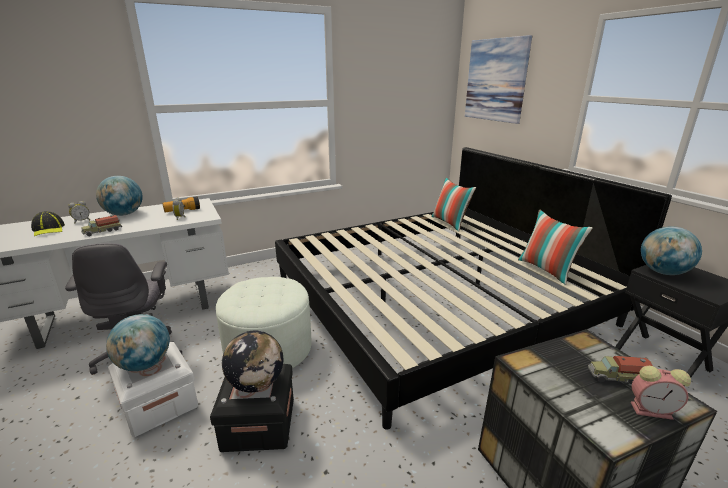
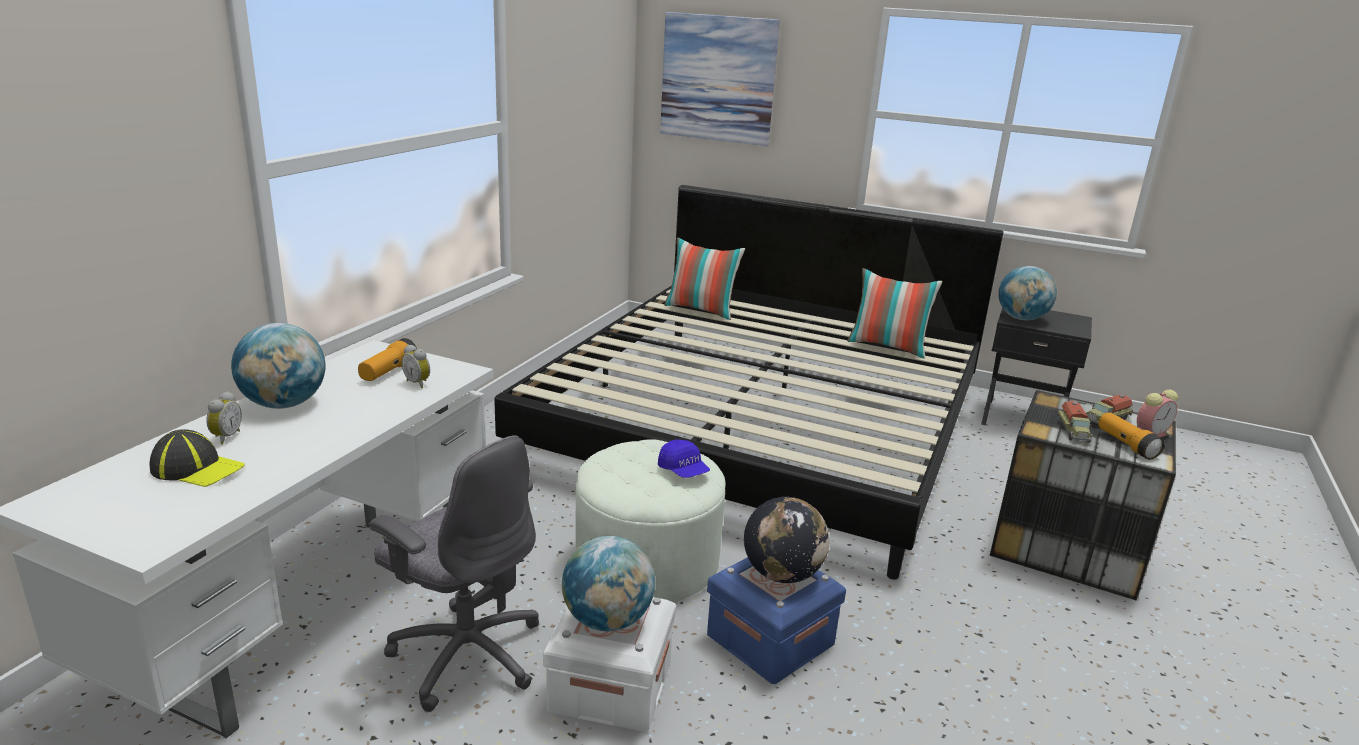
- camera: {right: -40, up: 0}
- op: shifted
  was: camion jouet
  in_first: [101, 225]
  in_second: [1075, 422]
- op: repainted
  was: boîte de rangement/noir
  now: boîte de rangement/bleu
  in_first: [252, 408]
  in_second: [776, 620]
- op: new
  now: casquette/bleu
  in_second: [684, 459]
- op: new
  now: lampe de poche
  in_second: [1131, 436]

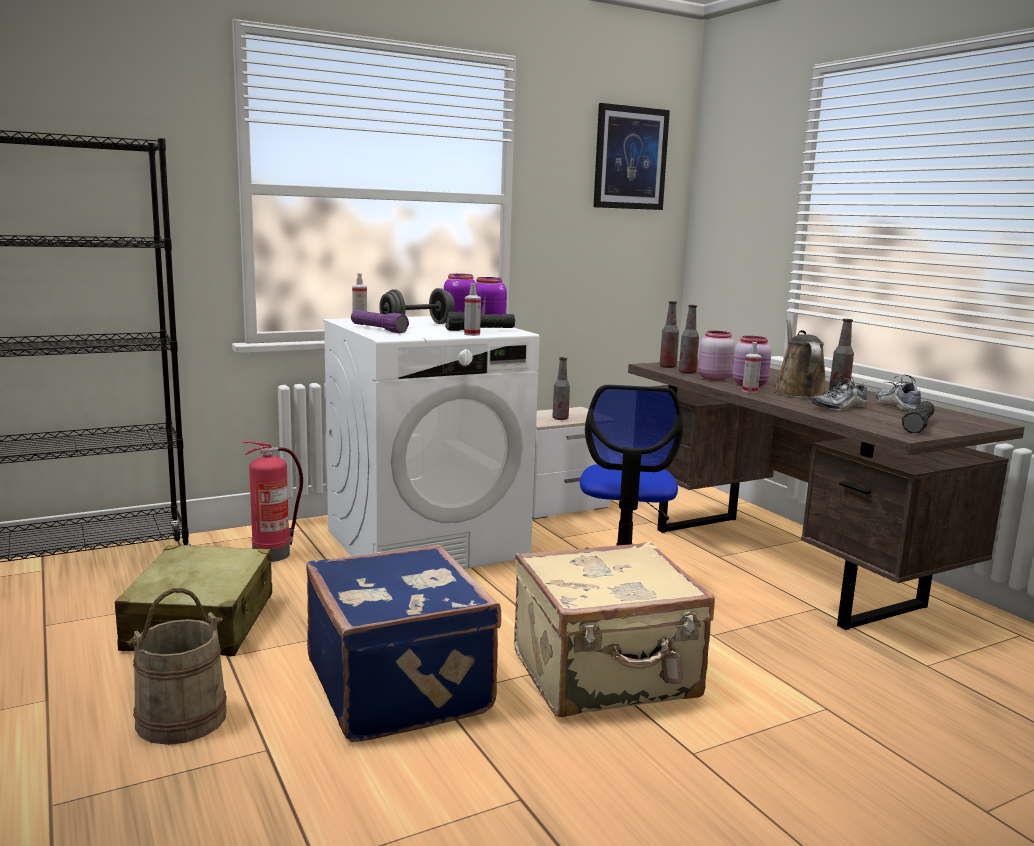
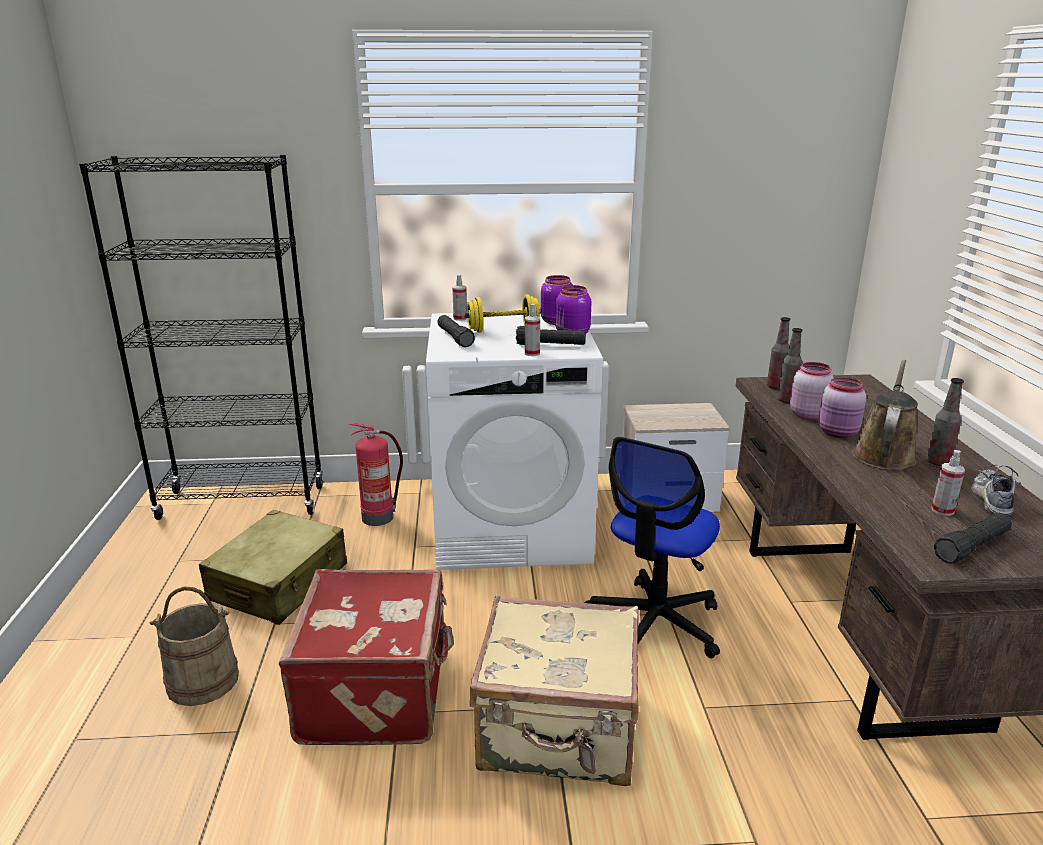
- camera: {right: 25, up: 10}
- op: repainted
  was: valise/bleu
  now: valise/rouge
  in_first: [403, 643]
  in_second: [366, 657]
- op: repainted
  was: lampe de poche/violet
  now: lampe de poche/noir
  in_first: [380, 321]
  in_second: [456, 331]
- op: repainted
  was: haltère/gris
  now: haltère/jaune
  in_first: [417, 306]
  in_second: [502, 313]
- op: gone
  was: bouteille
  in_first: [561, 388]
- op: gone
  was: tableau
  in_first: [632, 156]
- op: shifted
  was: vaporisateur
  in_first: [752, 367]
  in_second: [948, 483]
- op: gone
  was: chaussure
  in_first: [839, 393]

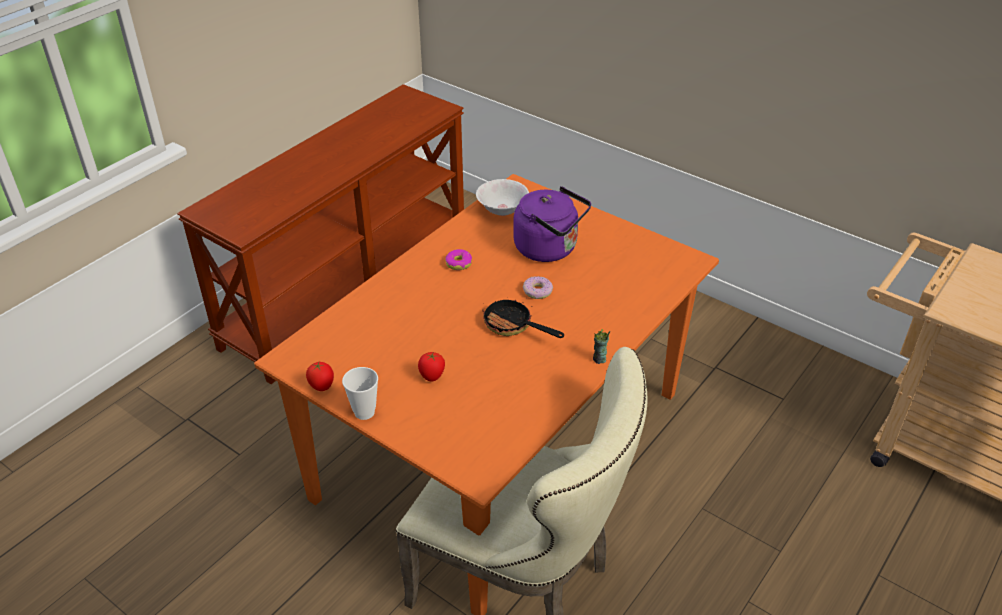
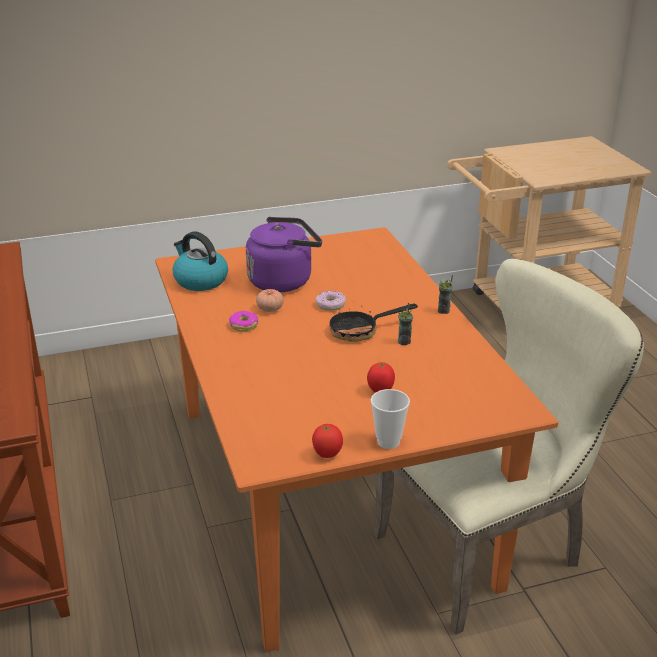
- camera: {right: -55, up: -10}
- op: swapped
  was: bol/blanc
  now: bouilloire
  in_first: [502, 197]
  in_second: [200, 261]
- op: new
  now: tomate
  in_second: [270, 300]
- op: new
  now: tasse
  in_second: [405, 324]

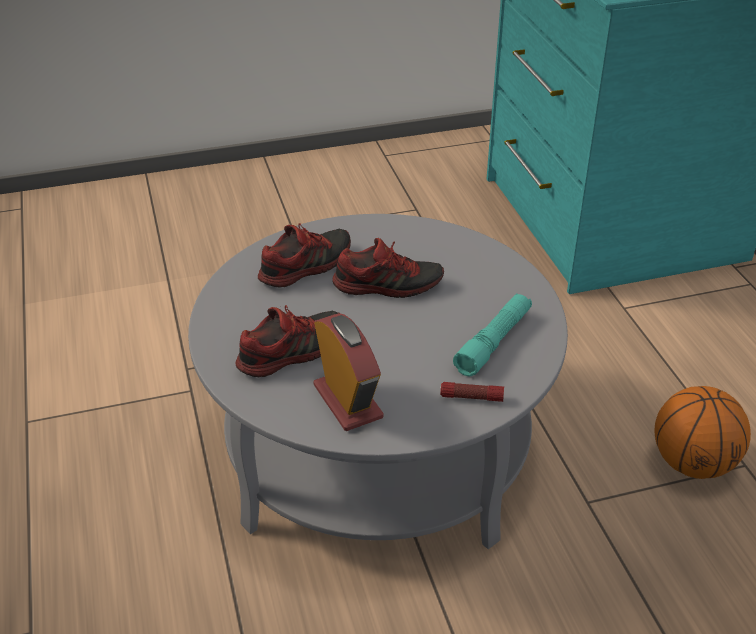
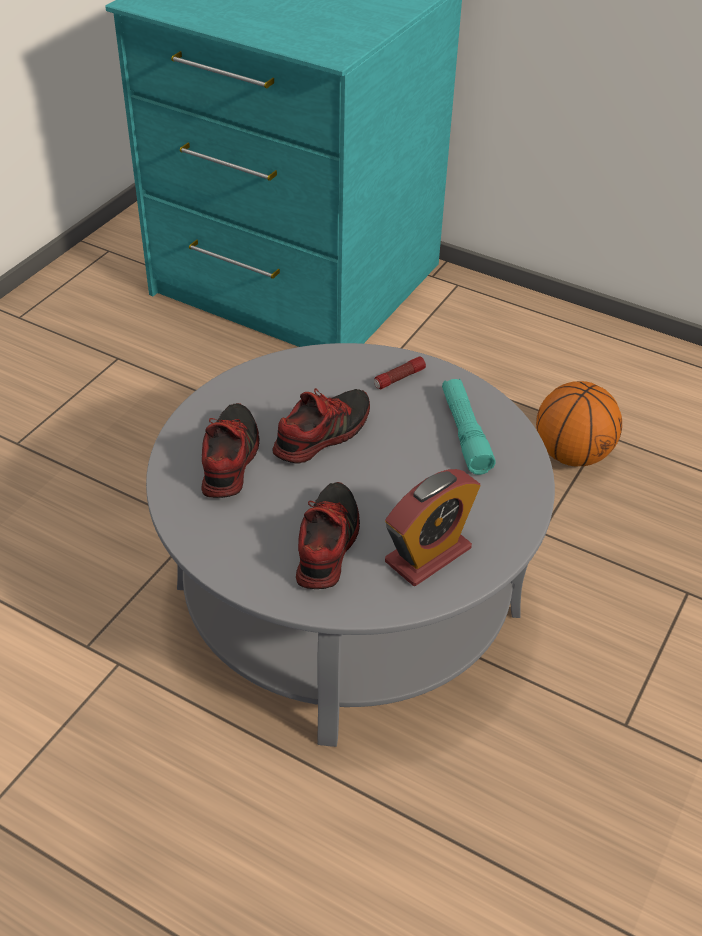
- camera: {right: -45, up: 5}
- op: rotated
  was: réveil
  in_first: [348, 372]
  in_second: [432, 527]
  clockwise: 120
- op: shifted
  was: lampe de poche
  in_first: [472, 392]
  in_second: [400, 372]

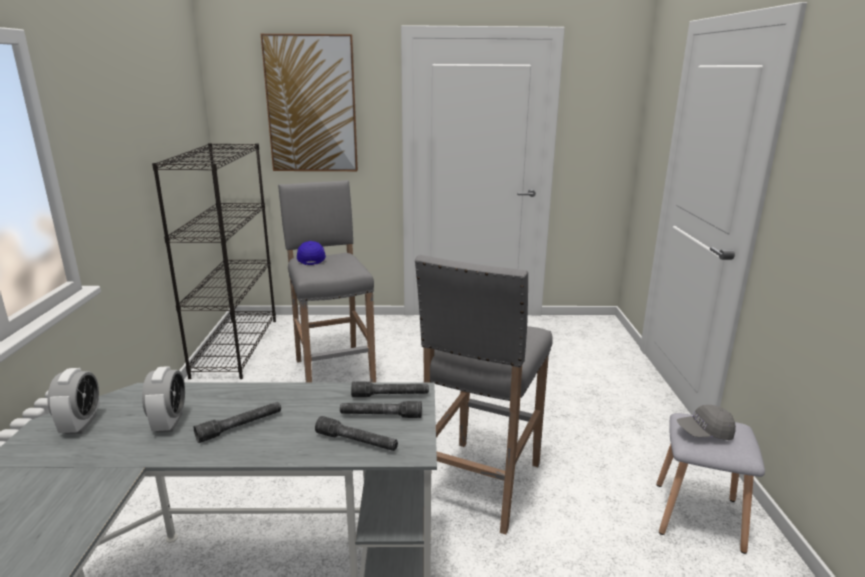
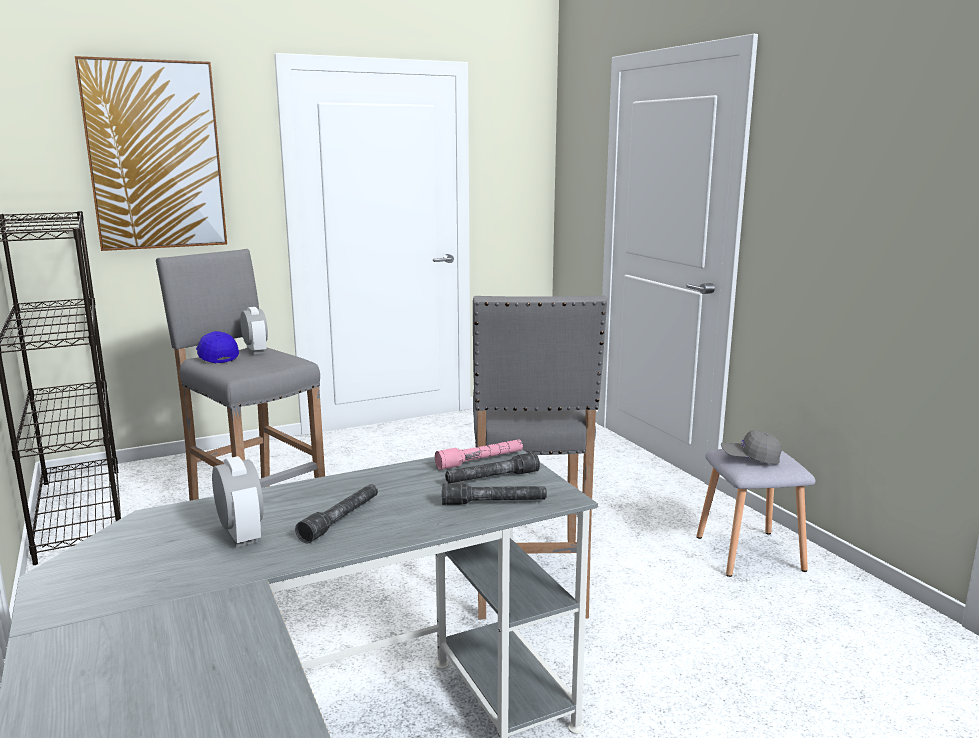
- camera: {right: -25, up: -5}
- op: shifted
  was: réveil
  in_first: [73, 401]
  in_second: [254, 330]
- op: repainted
  was: lampe de poche/gris
  now: lampe de poche/rose
  in_first: [390, 389]
  in_second: [479, 454]
- op: rotated
  was: casquette/gris
  in_first: [706, 422]
  in_second: [751, 447]
  clockwise: 45

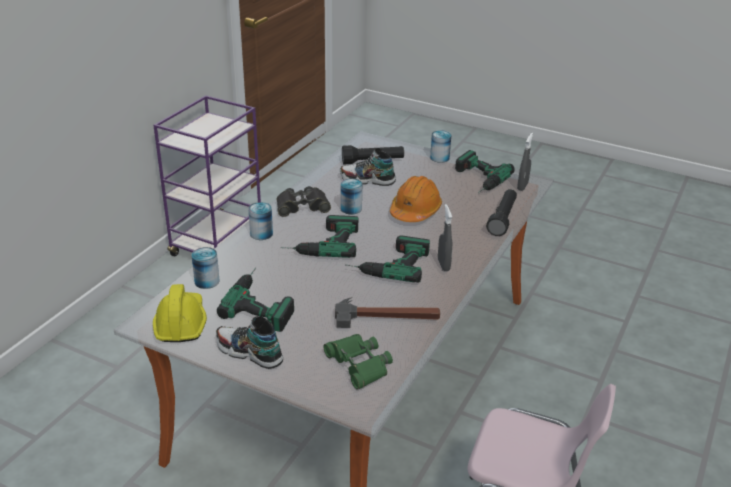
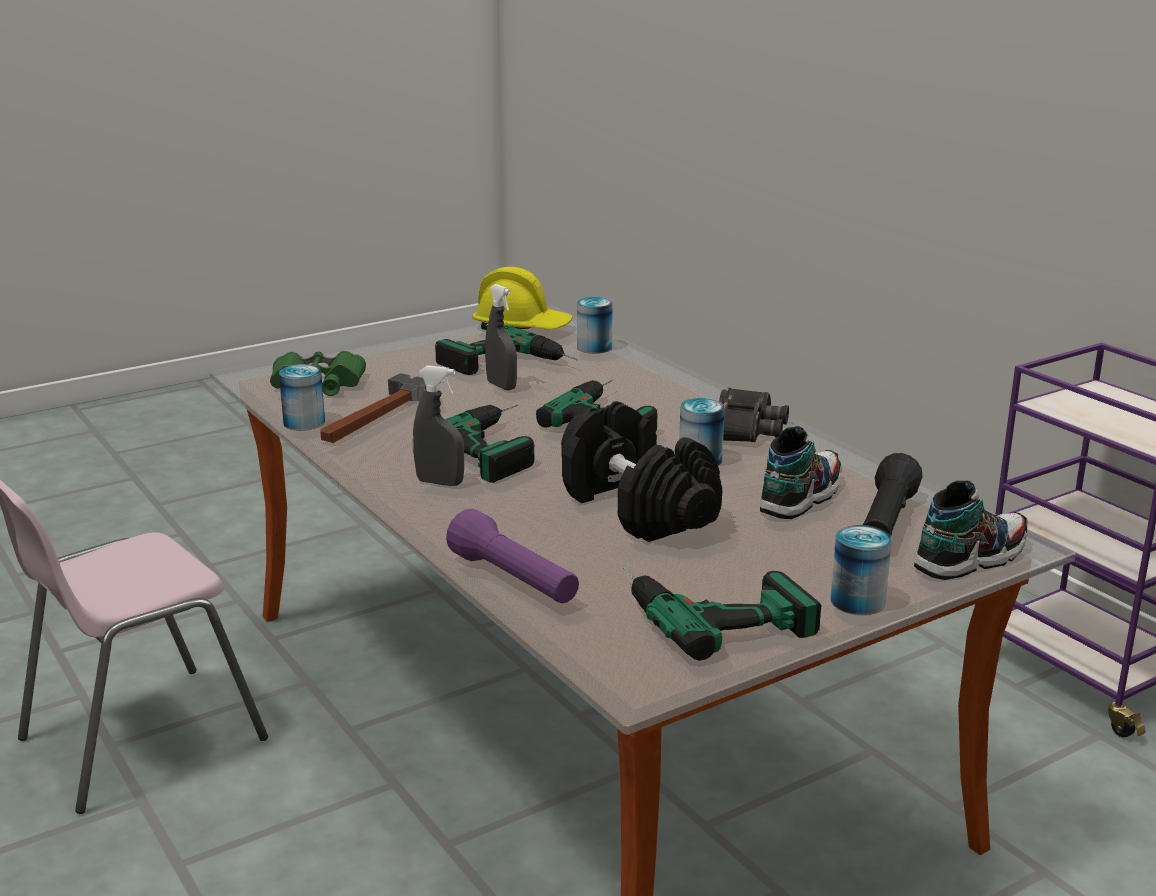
- camera: {right: 120, up: -10}
- op: shifted
  was: chaussure
  in_first: [249, 342]
  in_second: [971, 530]
- op: shifted
  was: boîte métallique
  in_first: [260, 221]
  in_second: [302, 397]
- op: swapped
  was: casque de chantier/orange
  now: haltère/noir
  in_first: [416, 199]
  in_second: [641, 471]
- op: repainted
  was: lampe de poche/noir
  now: lampe de poche/violet
  in_first: [501, 212]
  in_second: [512, 555]
- op: shifted
  was: vaporisateur/gris
  in_first: [525, 162]
  in_second: [501, 337]

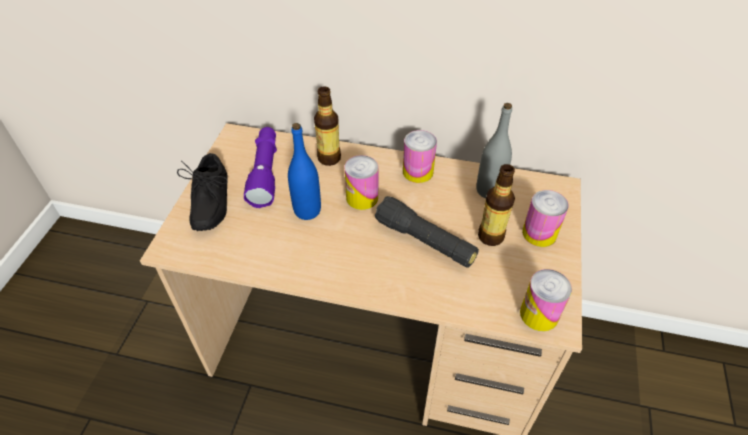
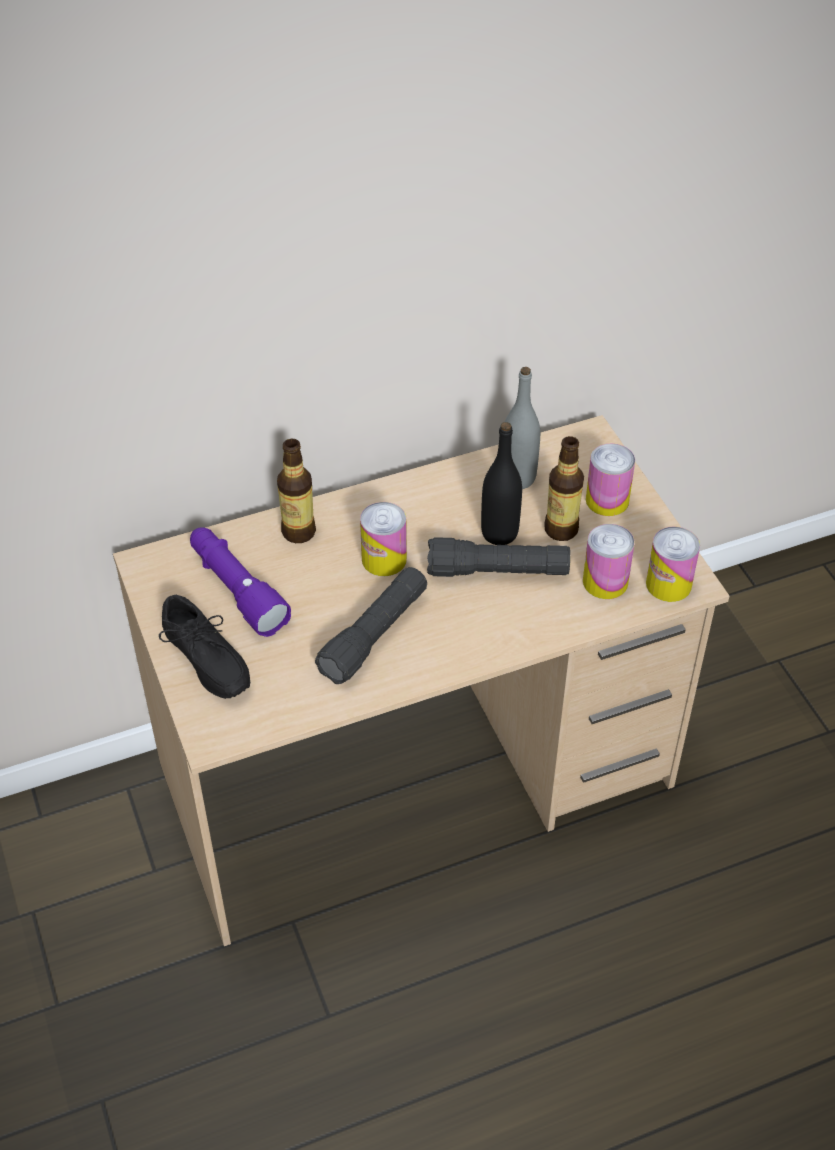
- camera: {right: -35, up: 0}
- op: gone
  was: bouteille/bleu
  in_first: [304, 171]
- op: shifted
  was: boîte métallique
  in_first: [420, 156]
  in_second: [609, 561]
- op: new
  now: lampe de poche/noir
  in_second: [371, 625]
- op: new
  now: bouteille/noir
  in_second: [501, 483]

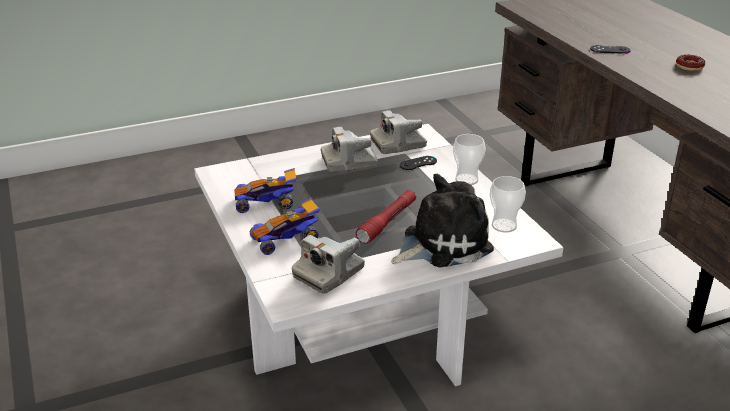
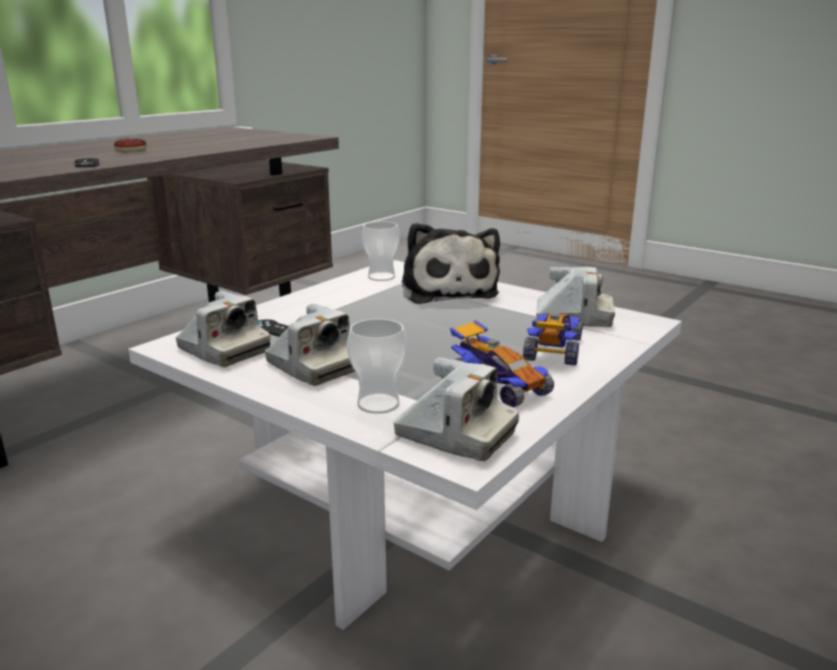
- camera: {right: -120, up: -10}
- op: rotated
  was: petite voiture
  in_first: [285, 226]
  in_second: [553, 339]
  clockwise: -105
- op: gone
  was: lampe de poche/rouge
  in_first: [386, 217]
- op: rotated
  was: peluche
  in_first: [442, 220]
  in_second: [450, 263]
  clockwise: -135
- op: shifted
  was: tasse
  in_first: [469, 159]
  in_second: [377, 366]
- op: new
  now: appareil photo
  in_second: [456, 409]

